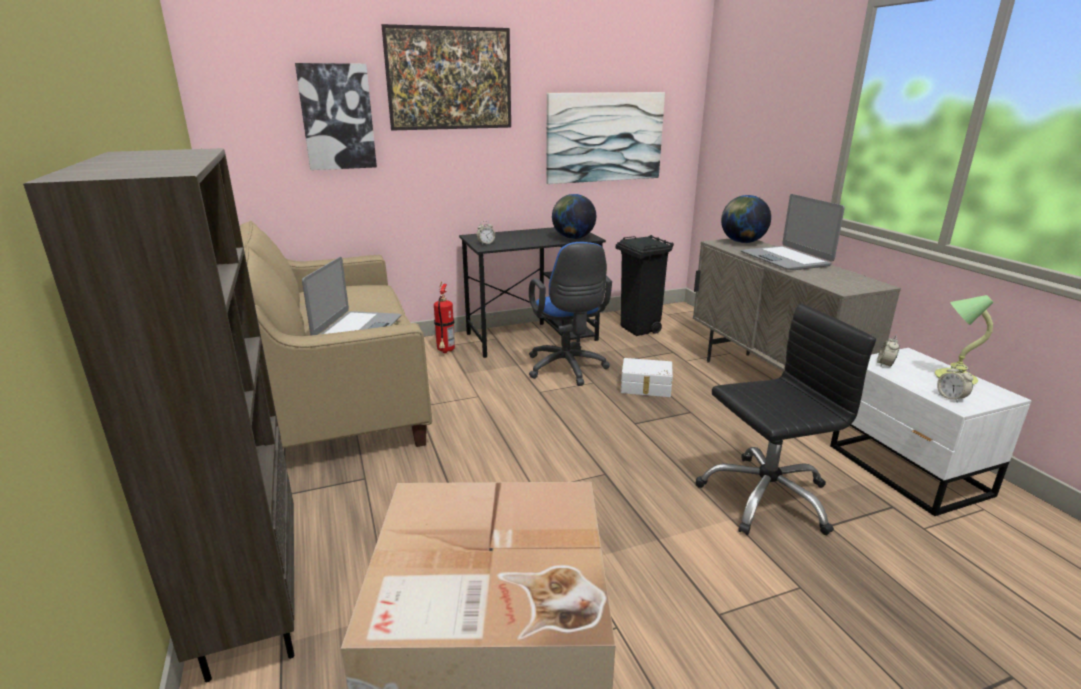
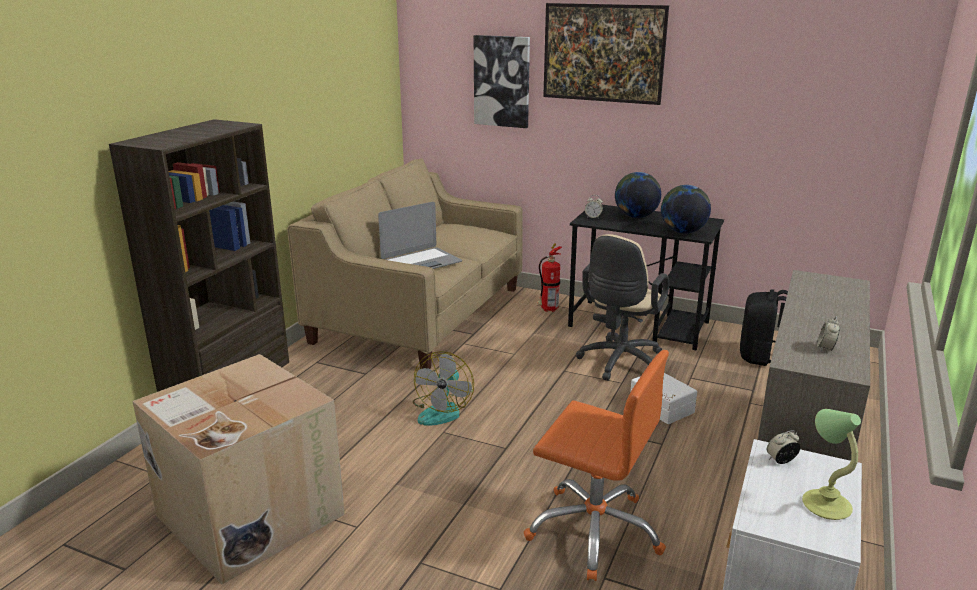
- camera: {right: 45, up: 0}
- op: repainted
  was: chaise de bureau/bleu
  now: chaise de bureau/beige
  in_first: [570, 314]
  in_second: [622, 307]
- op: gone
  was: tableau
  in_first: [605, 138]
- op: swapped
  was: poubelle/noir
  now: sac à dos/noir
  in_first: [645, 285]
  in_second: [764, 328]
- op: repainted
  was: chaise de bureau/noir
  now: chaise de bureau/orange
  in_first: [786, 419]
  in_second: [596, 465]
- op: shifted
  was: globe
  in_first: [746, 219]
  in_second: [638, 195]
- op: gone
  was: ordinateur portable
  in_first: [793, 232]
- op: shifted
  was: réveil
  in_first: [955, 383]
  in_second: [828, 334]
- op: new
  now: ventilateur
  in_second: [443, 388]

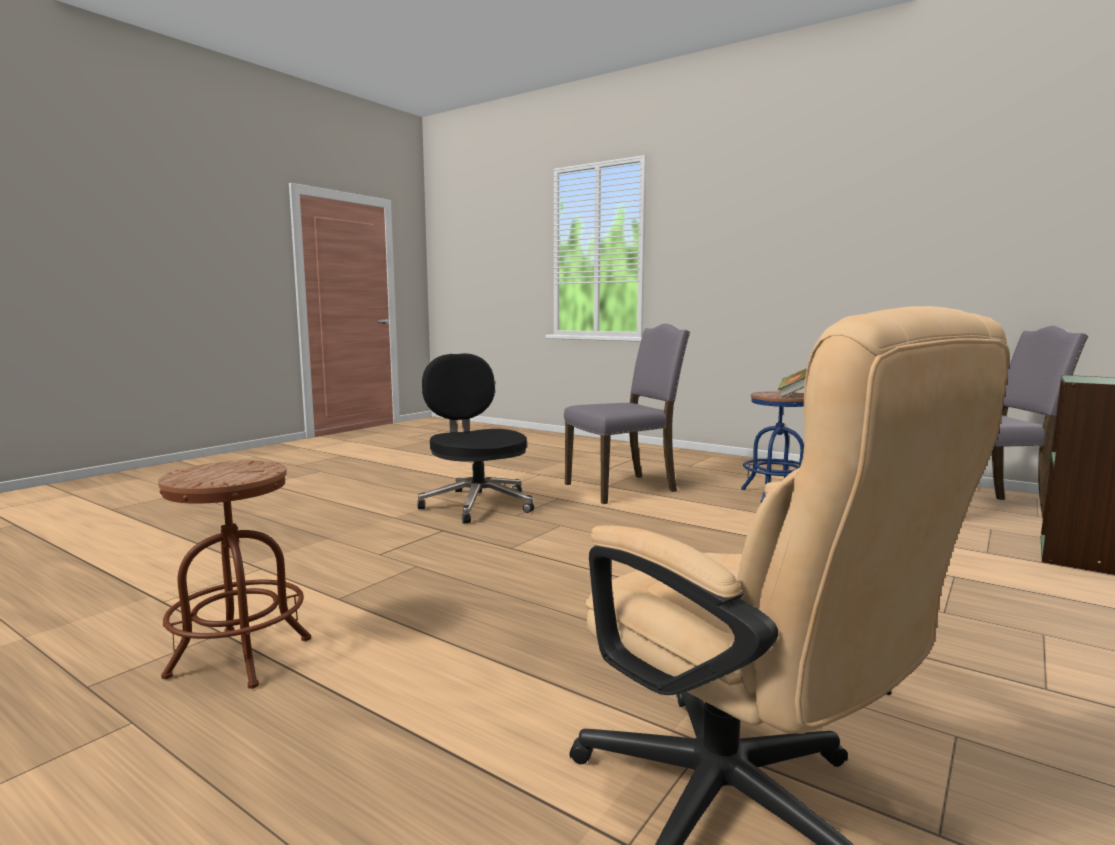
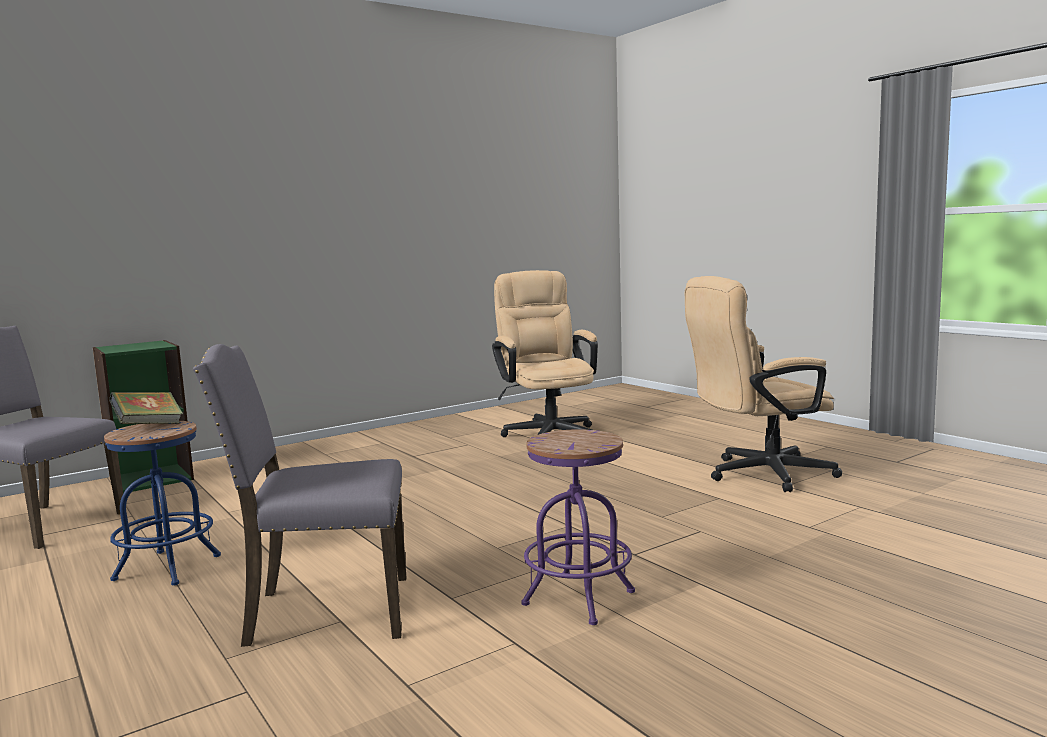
- camera: {right: -160, up: 0}
- op: swapped
  was: tabouret/marron
  now: chaise de bureau/beige
  in_first: [234, 575]
  in_second: [763, 384]
- op: swapped
  was: chaise de bureau/noir
  now: tabouret/violet
  in_first: [475, 438]
  in_second: [578, 527]

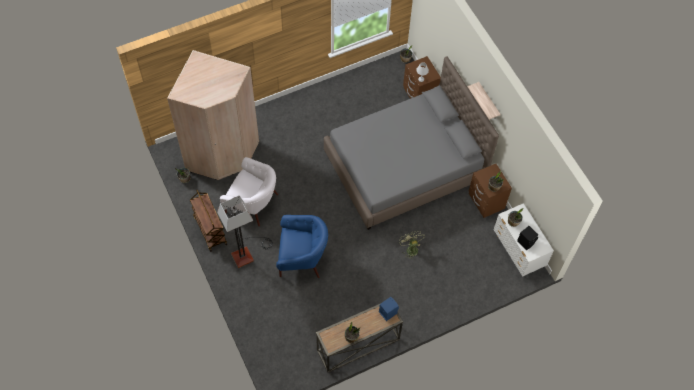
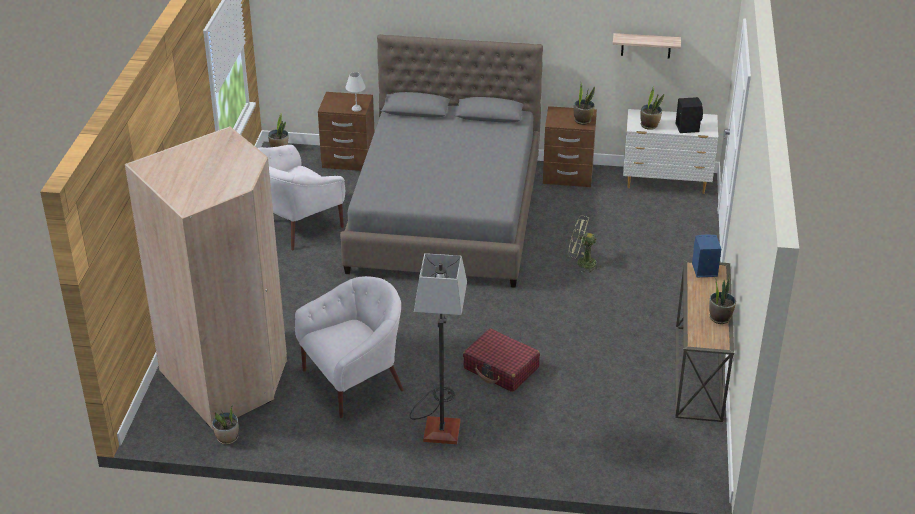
- camera: {right: -55, up: -25}
- op: gone
  was: chariot/marron
  in_first: [208, 221]
- op: swapped
  was: fauteuil/bleu
  now: valise/rouge
  in_first: [302, 246]
  in_second: [501, 360]
- op: shifted
  was: étagère
  in_first: [484, 101]
  in_second: [647, 46]
- op: new
  now: fauteuil/blanc
  in_second: [301, 197]

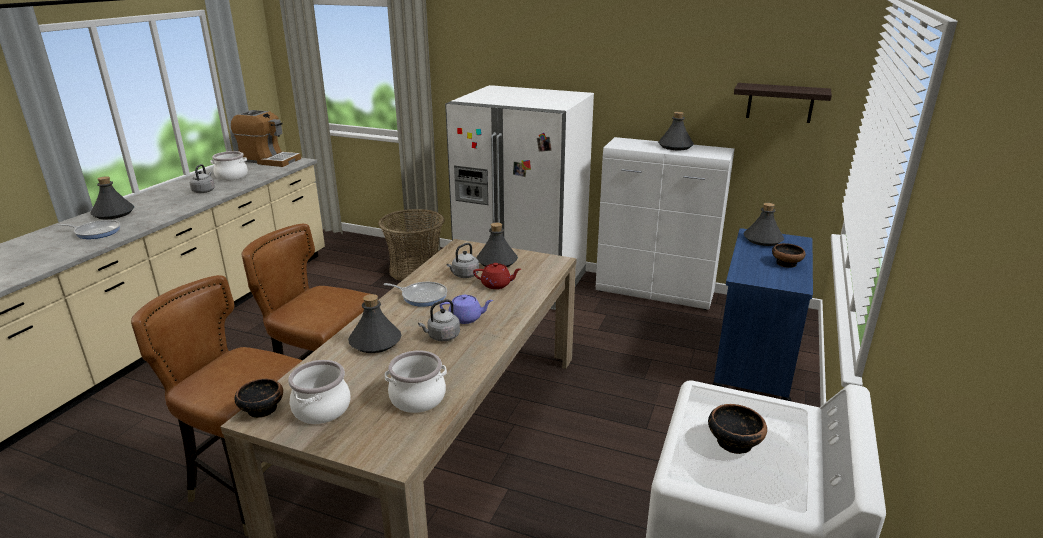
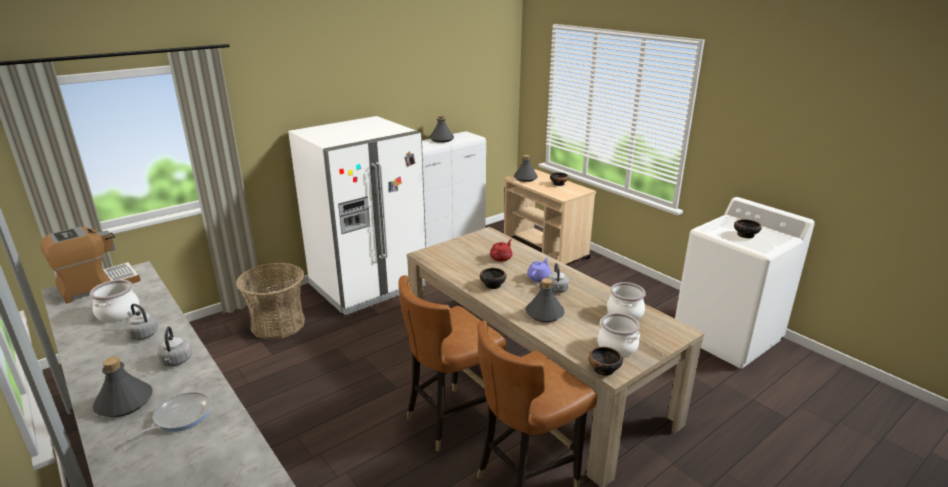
- camera: {right: -60, up: 0}
- op: swapped
  was: poêle
  now: bol
  in_first: [415, 294]
  in_second: [493, 278]
- op: shifted
  was: bouilloire/gris
  in_first: [463, 260]
  in_second: [174, 346]
- op: gone
  was: bouteille/gris
  in_first: [497, 244]
- op: repainted
  was: chariot/bleu
  now: chariot/beige
  in_first: [762, 314]
  in_second: [550, 216]
- op: gone
  was: étagère
  in_first: [783, 103]

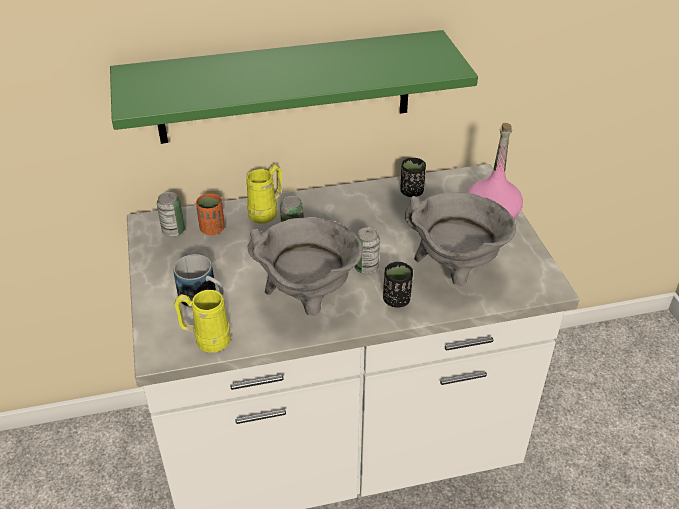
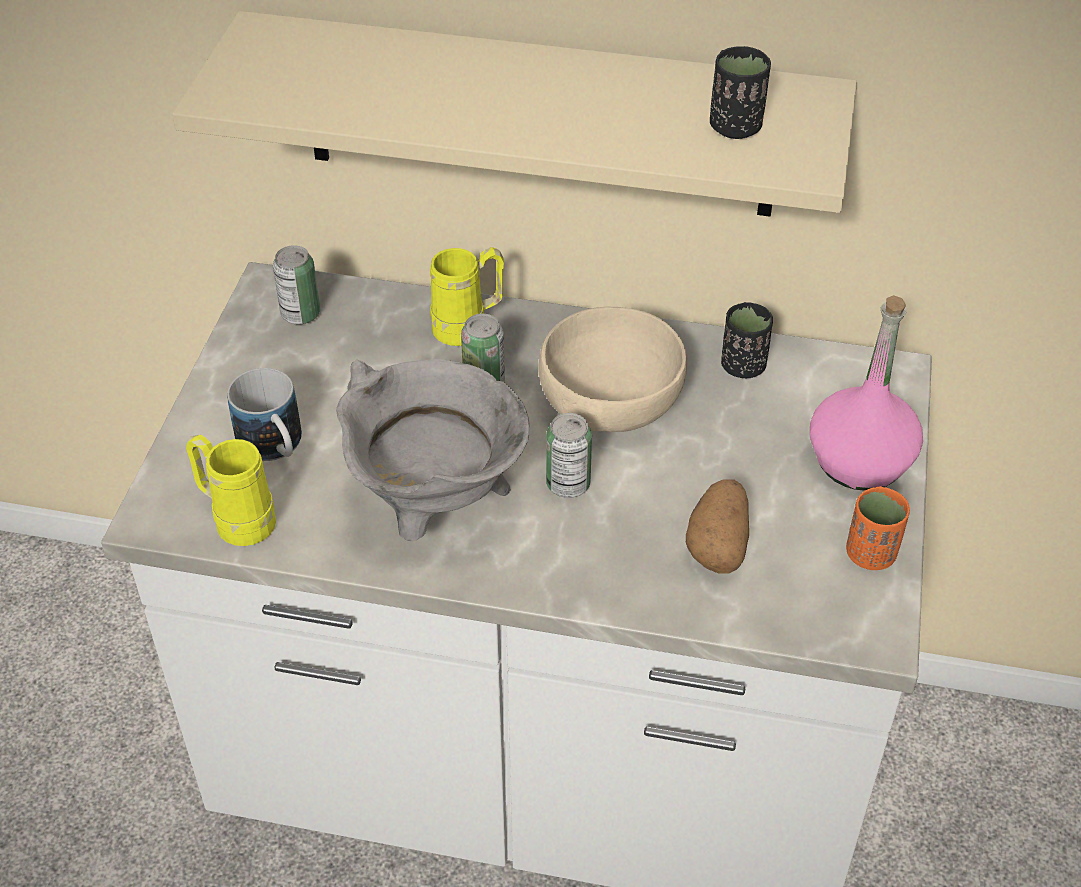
- camera: {right: 25, up: 5}
- op: repainted
  was: étagère/vert
  now: étagère/beige
  in_first: [294, 87]
  in_second: [514, 114]
- op: shifted
  was: tasse/orange
  in_first: [210, 214]
  in_second: [878, 528]
- op: shifted
  was: tasse/noir
  in_first: [398, 285]
  in_second: [740, 92]
- op: swapped
  was: marmite/gris
  now: pomme de terre
  in_first: [460, 239]
  in_second: [717, 526]
- op: new
  now: bol/beige
  in_second: [612, 369]

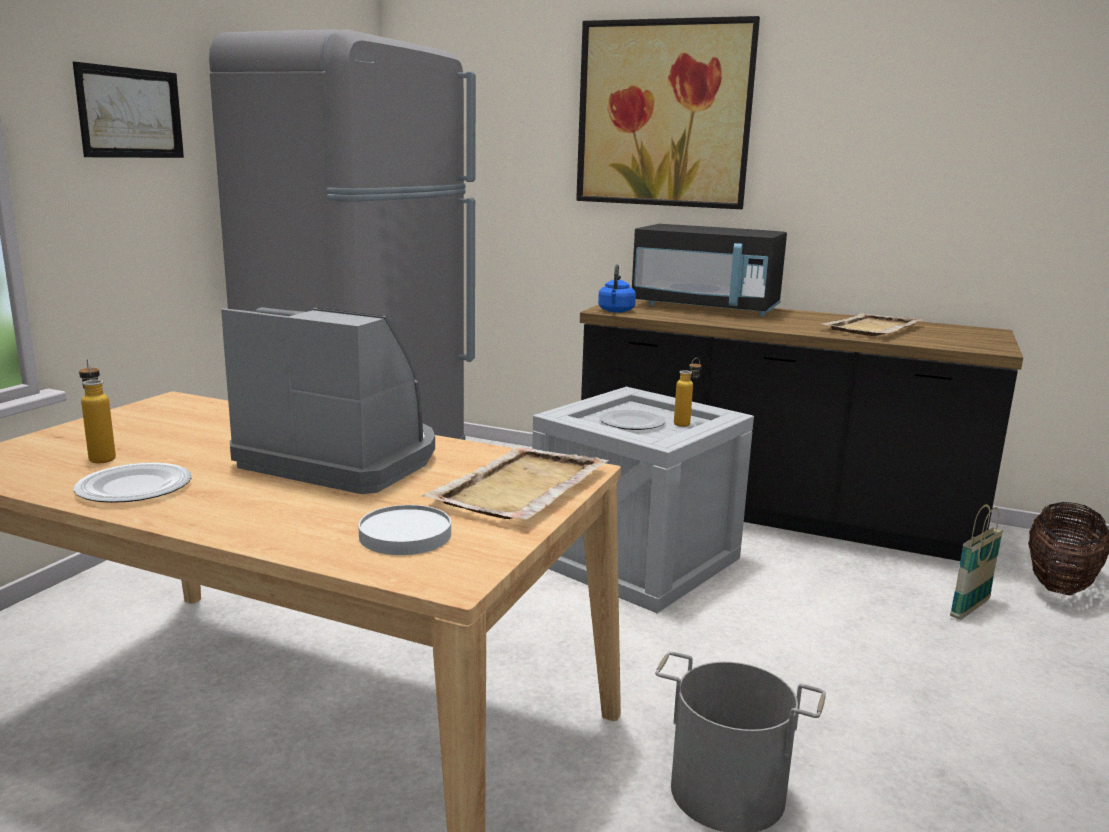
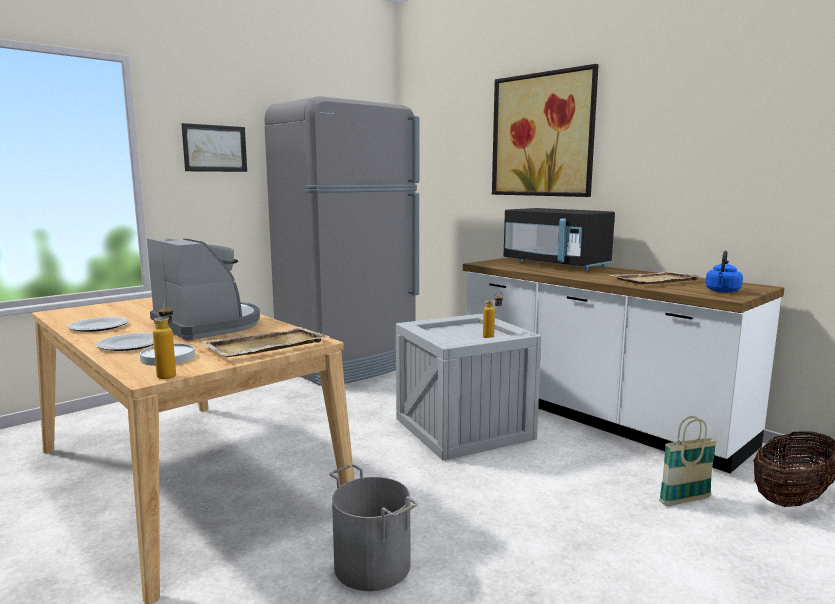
- camera: {right: 25, up: -5}
- op: shifted
  was: bouteille
  in_first: [97, 411]
  in_second: [164, 340]
- op: repainted
  was: comptoir de cuisine/noir
  now: comptoir de cuisine/blanc
  in_first: [801, 430]
  in_second: [623, 365]
- op: shifted
  was: bouilloire/bleu
  in_first: [617, 288]
  in_second: [724, 271]
- op: shifted
  was: assiette
  in_first: [632, 419]
  in_second: [125, 342]

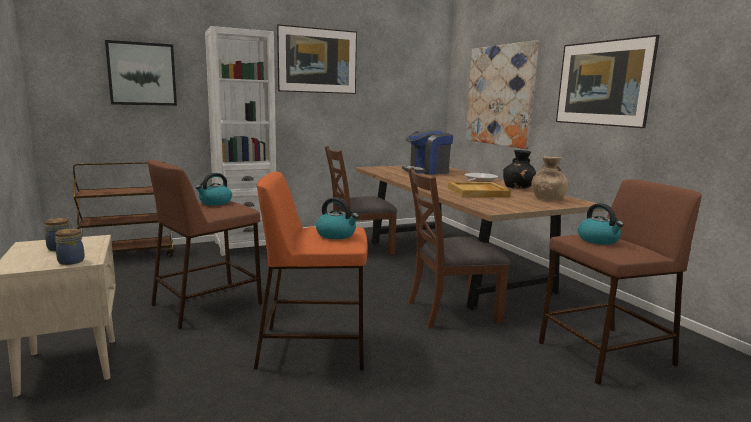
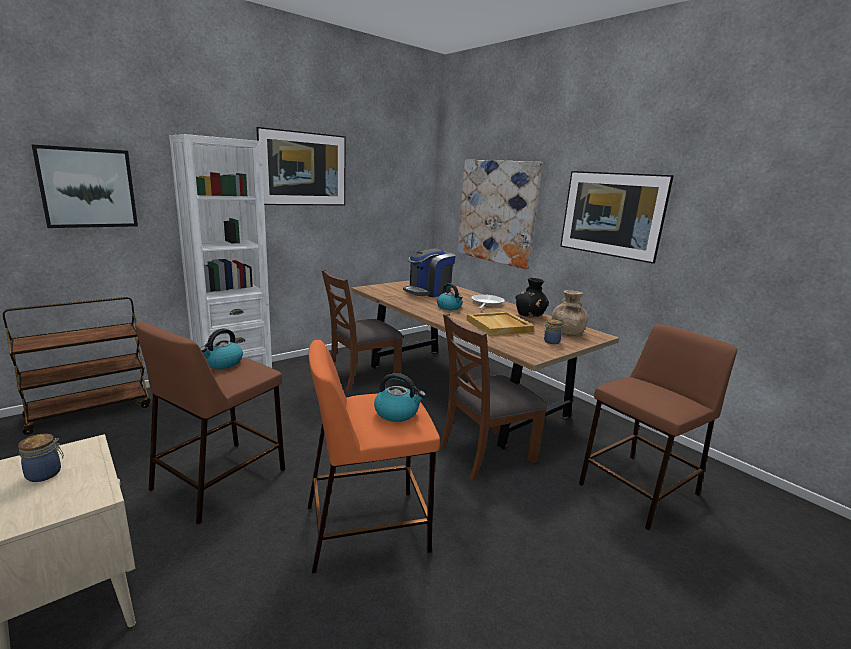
- camera: {right: -15, up: 5}
- op: shifted
  was: bocal
  in_first: [70, 247]
  in_second: [553, 331]
- op: shifted
  was: bouilloire
  in_first: [601, 224]
  in_second: [450, 296]

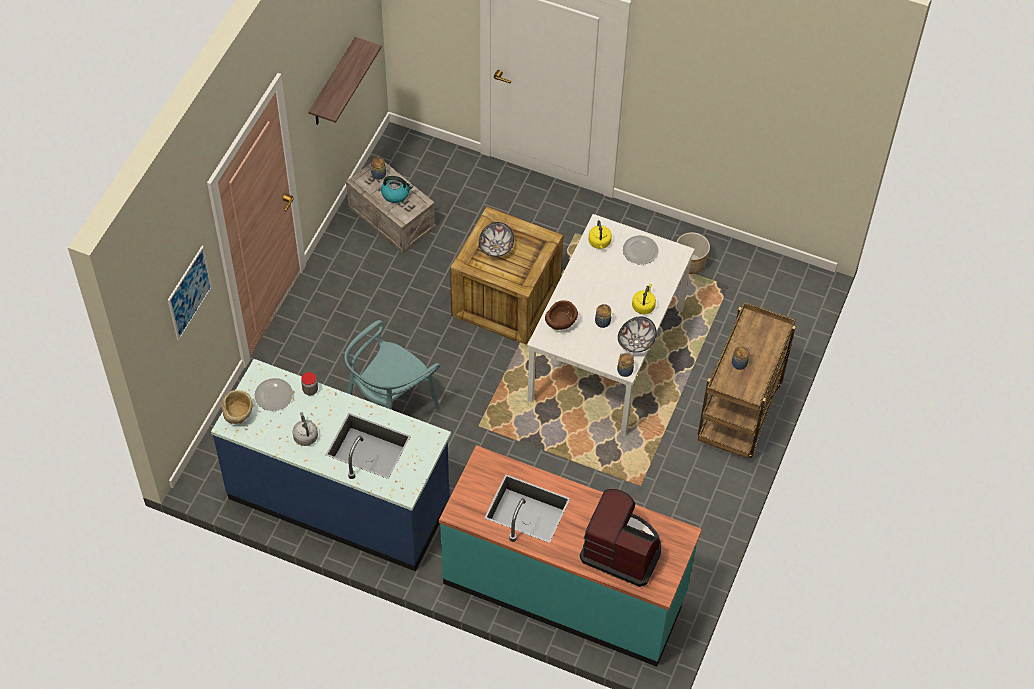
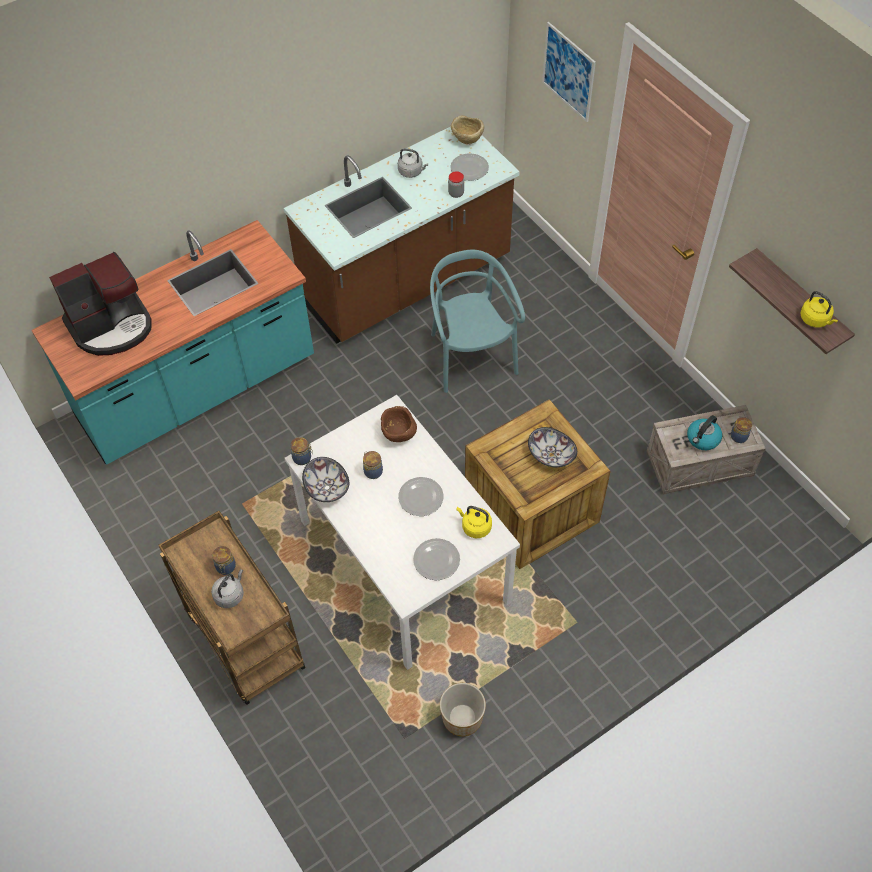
- camera: {right: 125, up: 0}
- op: repainted
  was: comptoir de cuisine/bleu
  now: comptoir de cuisine/marron
  in_first: [331, 465]
  in_second: [402, 235]
- op: shifted
  was: bouilloire/jaune
  in_first: [644, 299]
  in_second: [819, 309]
- op: new
  now: bouilloire/gris
  in_second: [227, 588]
- op: new
  now: assiette
  in_second: [421, 496]

